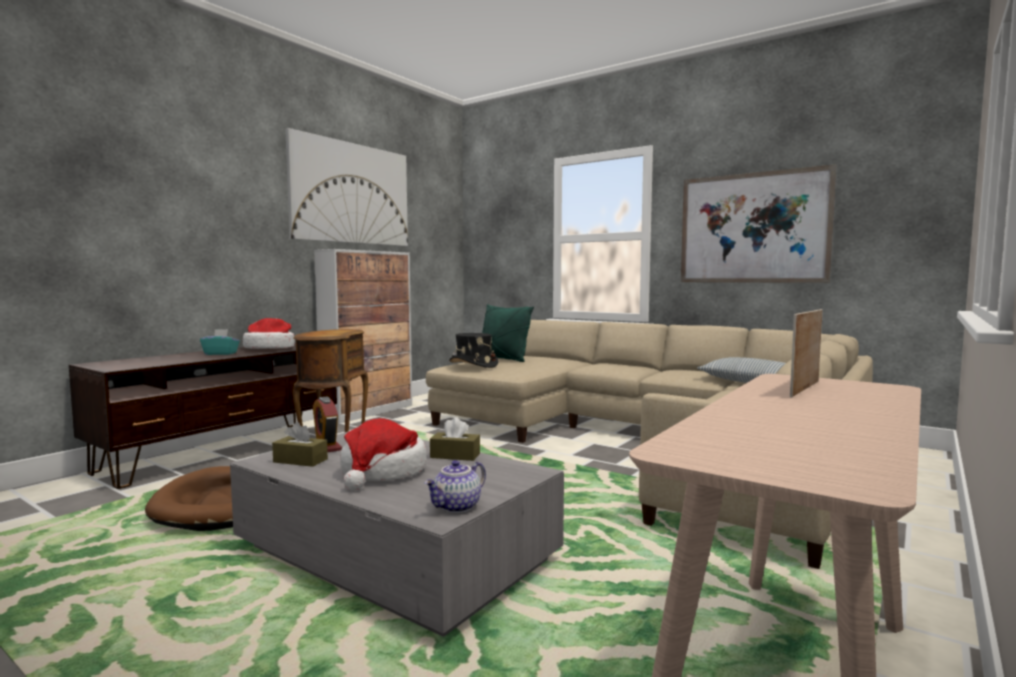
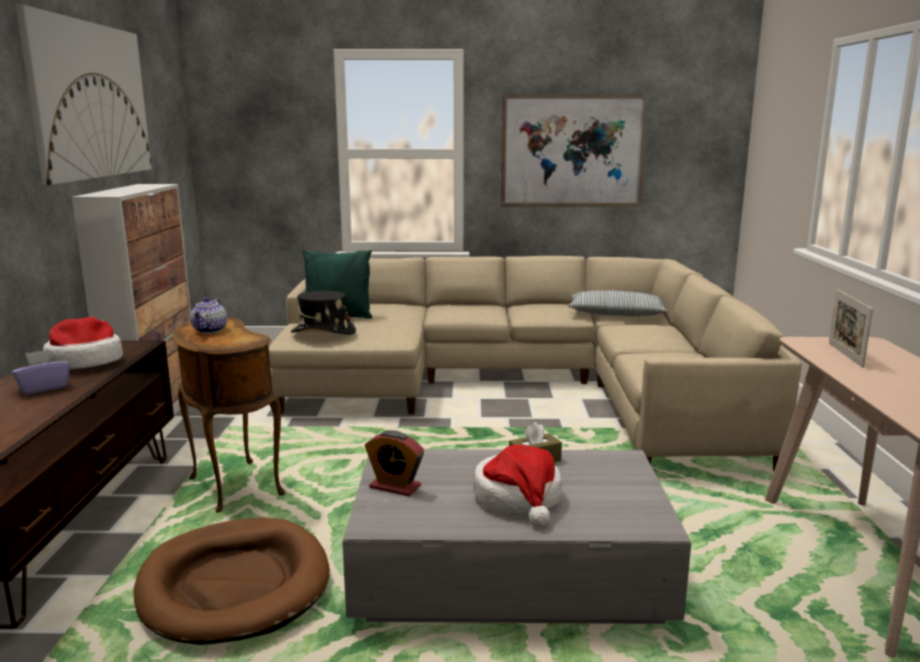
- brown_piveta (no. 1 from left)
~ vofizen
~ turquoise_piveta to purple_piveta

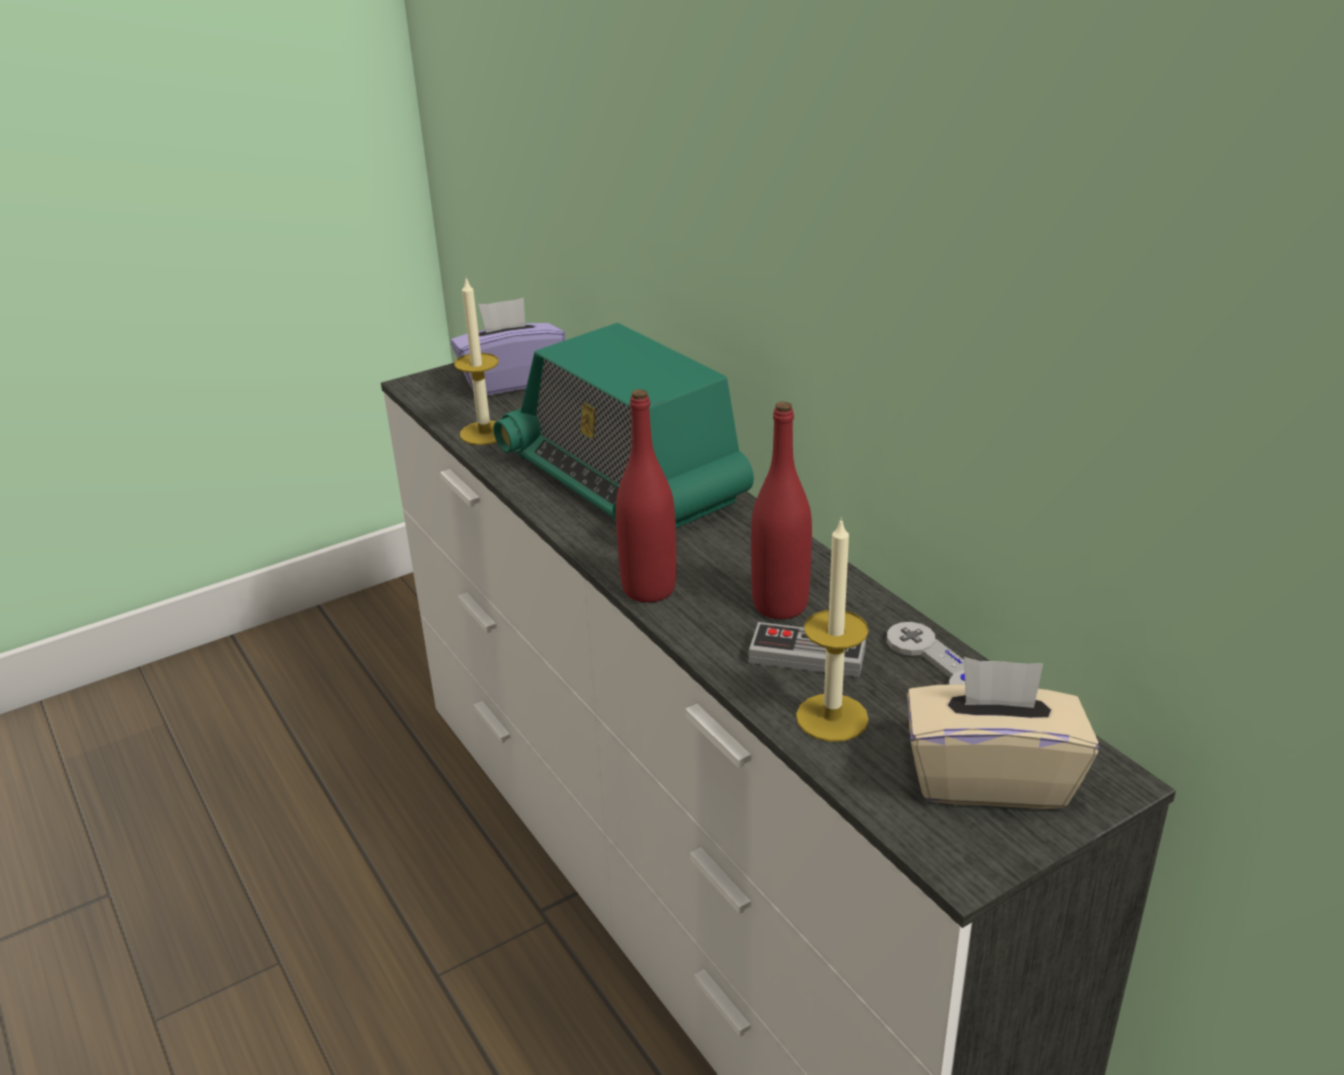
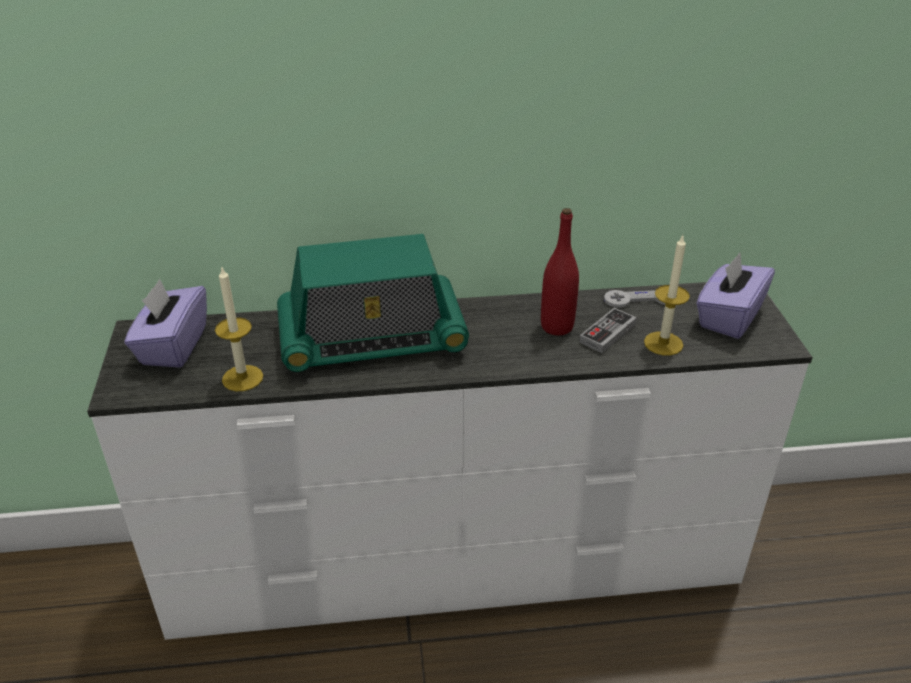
- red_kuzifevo (no. 1 from left)
~ beige_piveta to purple_piveta (no. 2 from left)

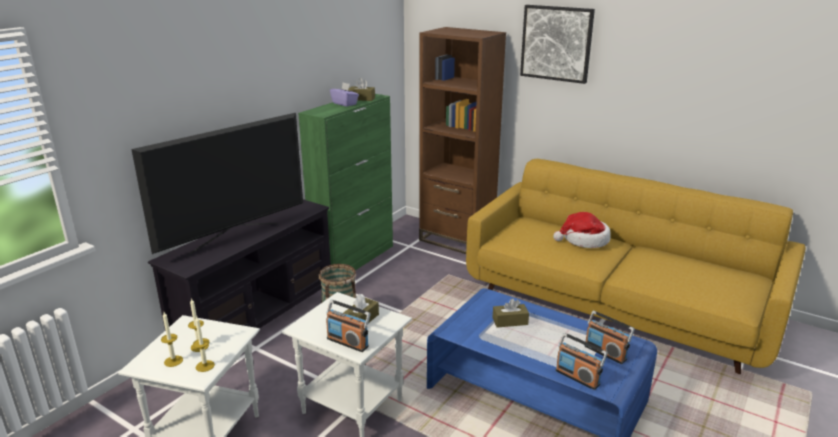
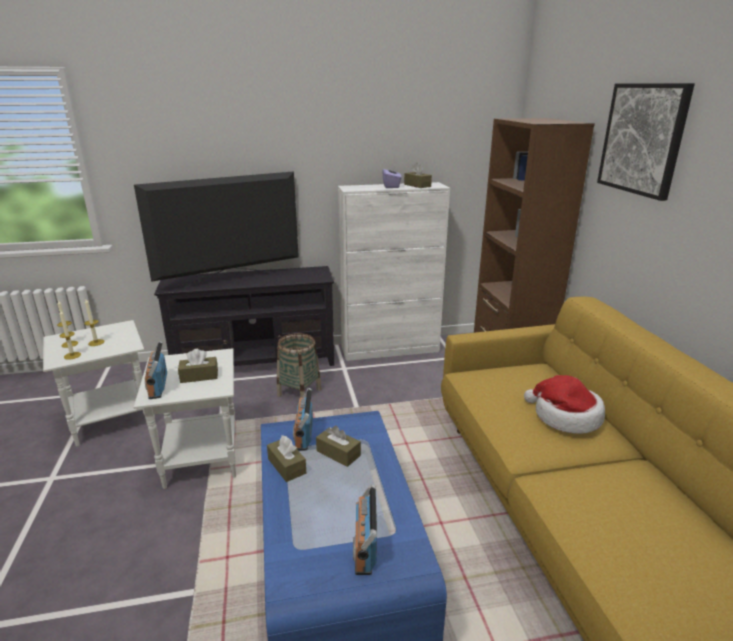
+ brown_piveta (no. 2 from left)
~ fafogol (no. 2 from left)
~ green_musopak to white_musopak
~ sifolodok 150 degrees clockwise

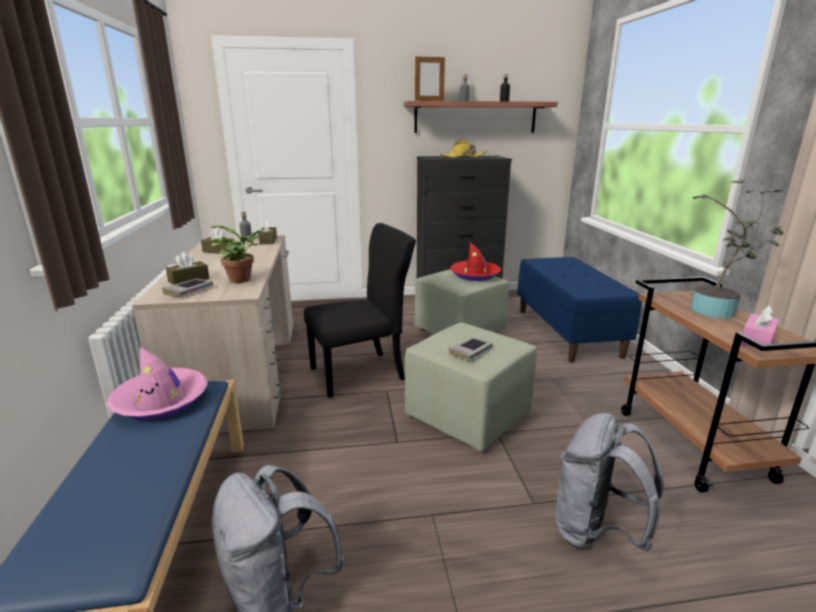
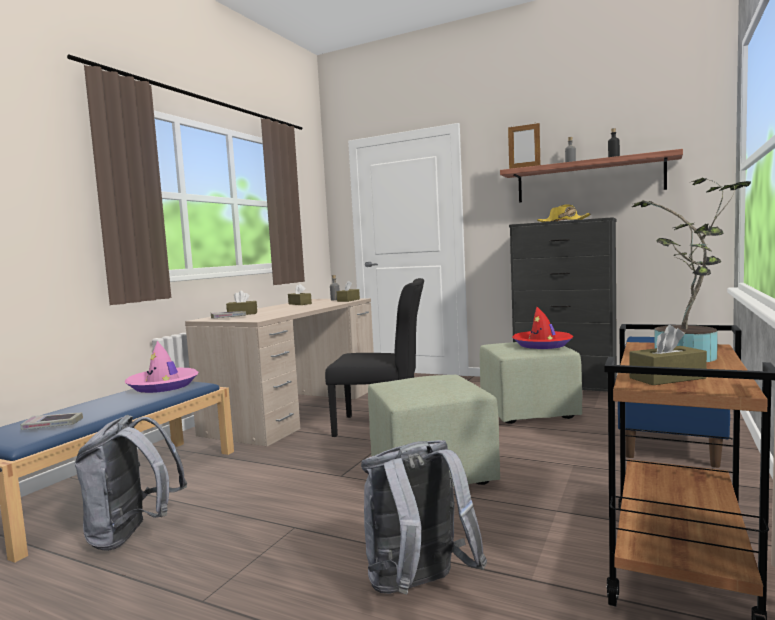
- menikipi (no. 1 from left)
~ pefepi (no. 2 from left in the first image) to pefepi (no. 1 from left)
~ pink_piveta to brown_piveta (no. 4 from left)

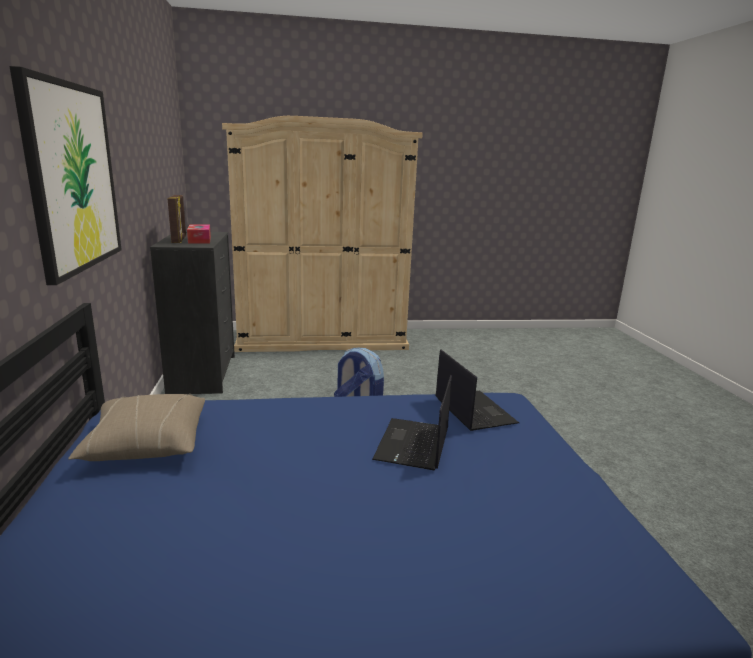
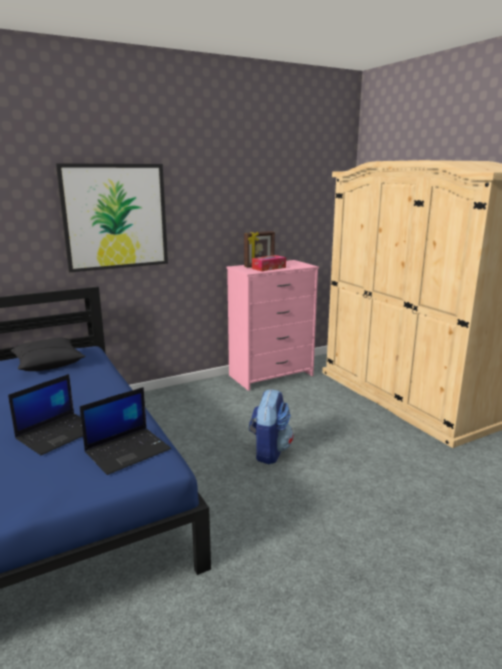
~ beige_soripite to black_soripite
~ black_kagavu to pink_kagavu
~ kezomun (no. 1 from left) 135 degrees clockwise

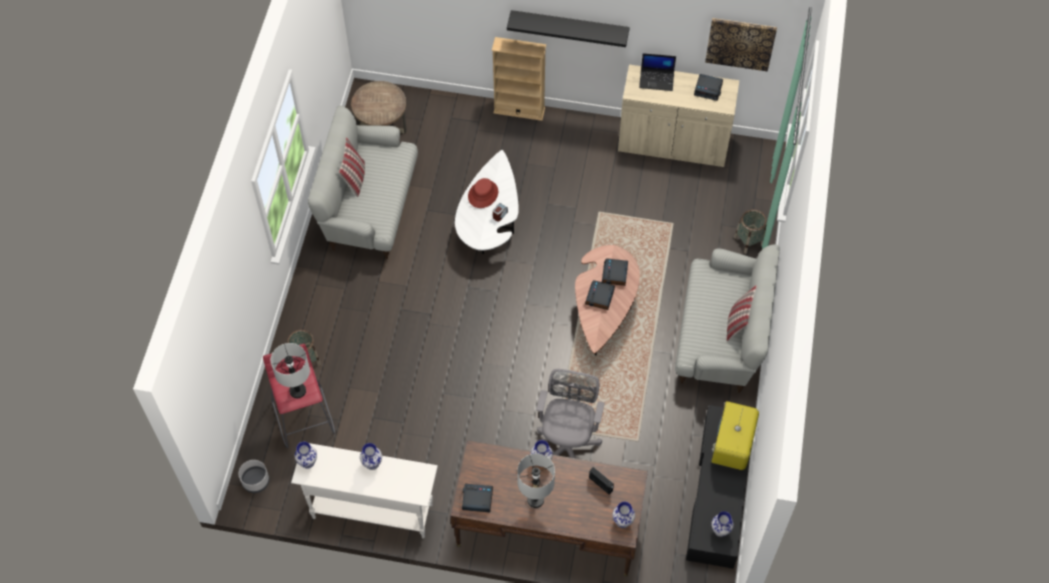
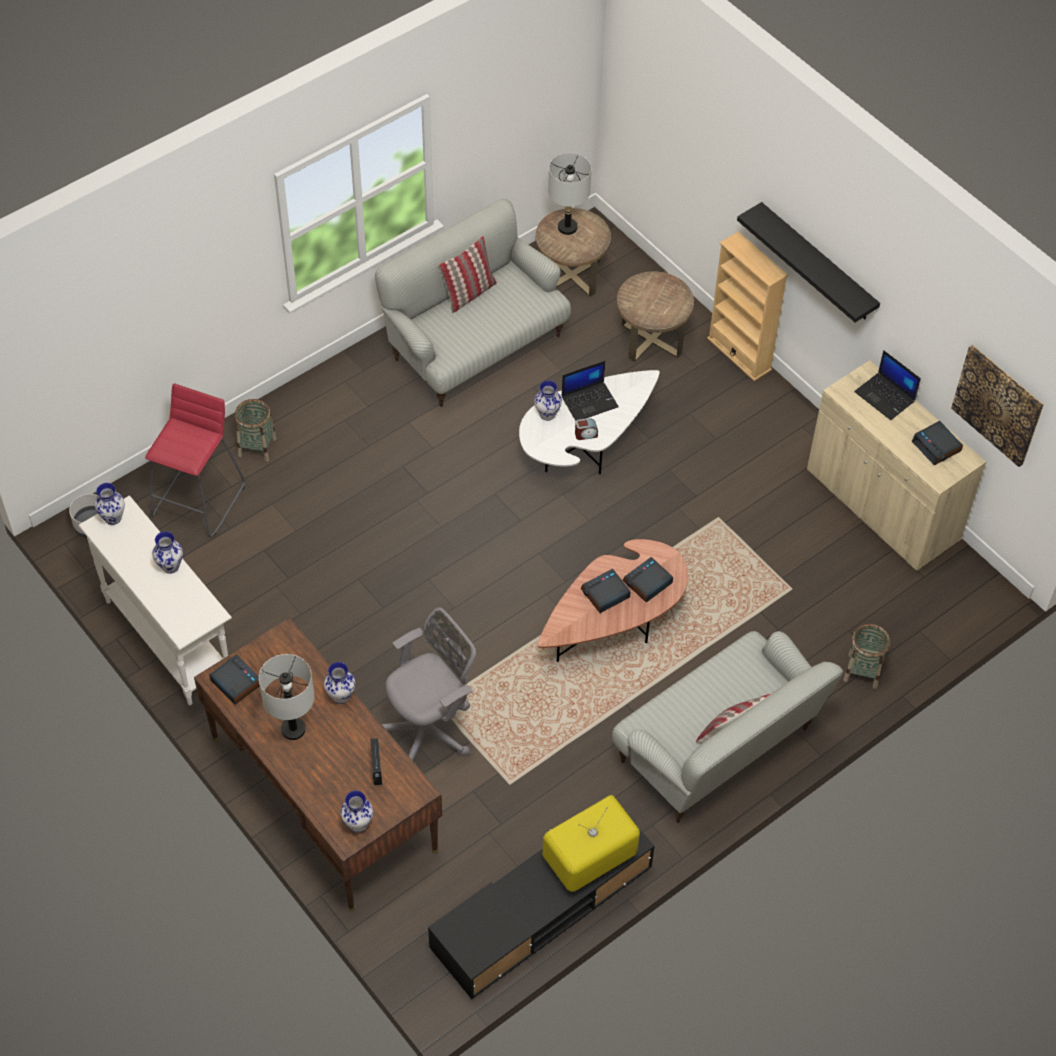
+ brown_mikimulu (no. 2 from left)
~ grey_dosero (no. 1 from left in the first image) to grey_dosero (no. 2 from left)
~ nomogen (no. 5 from left)
~ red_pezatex to kezomun (no. 1 from left)

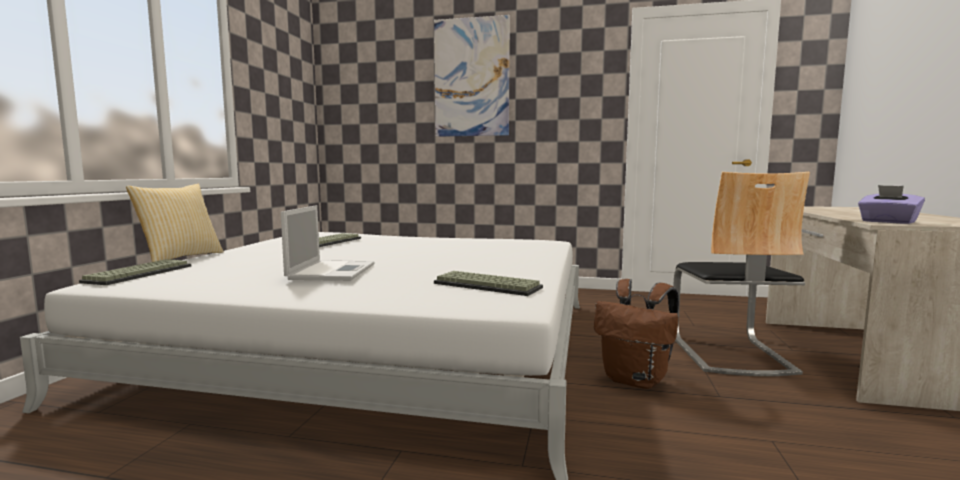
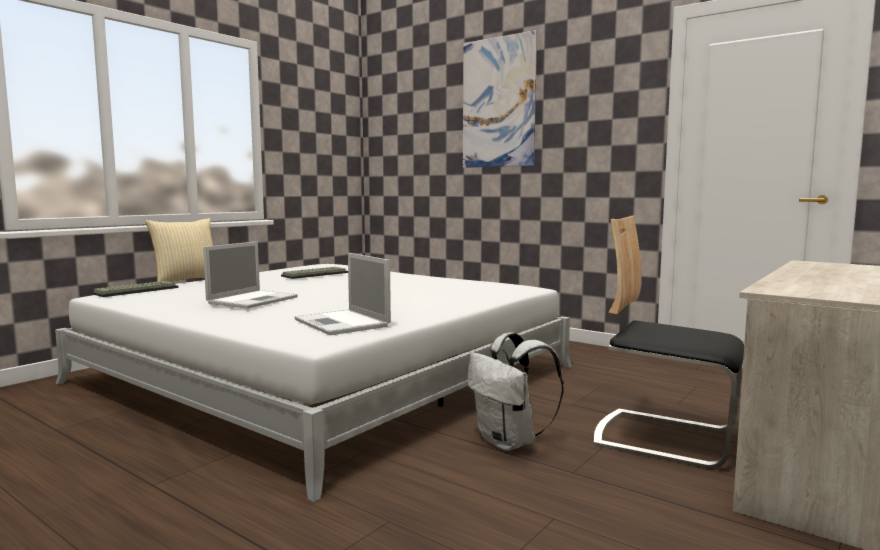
- purple_piveta
~ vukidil (no. 3 from left) to kezomun (no. 2 from left)
~ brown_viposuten to white_viposuten
~ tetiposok 90 degrees clockwise

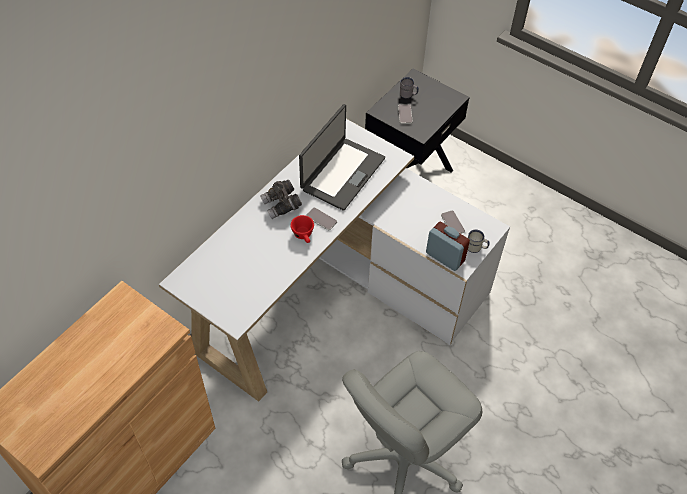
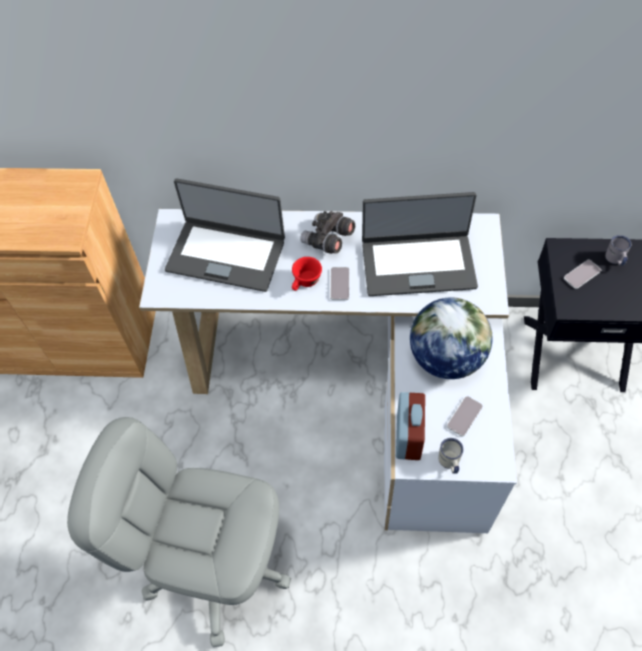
+ kezomun (no. 1 from left)
+ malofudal

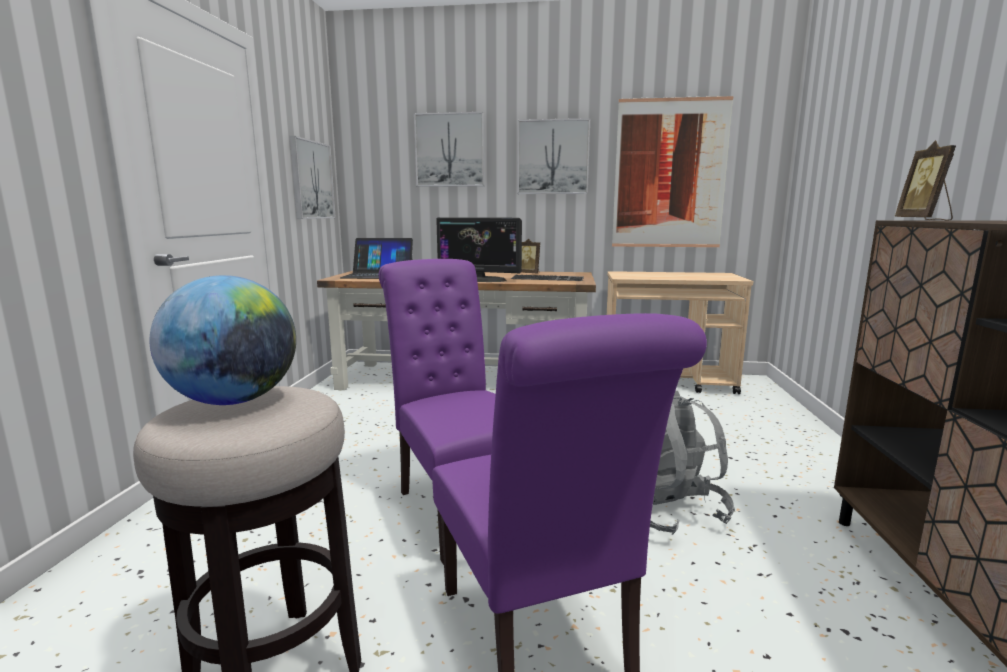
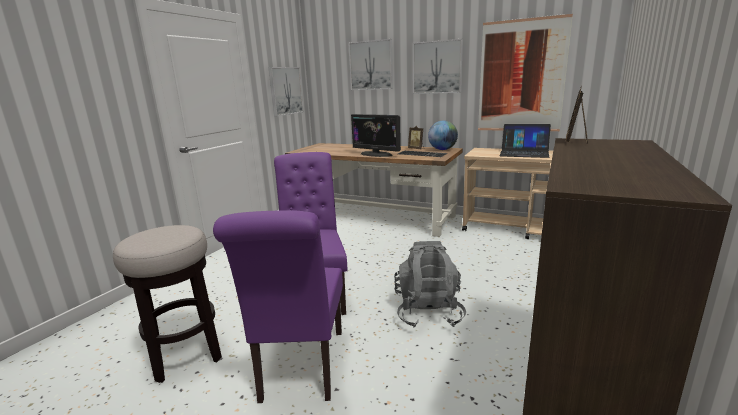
~ malofudal
~ kezomun

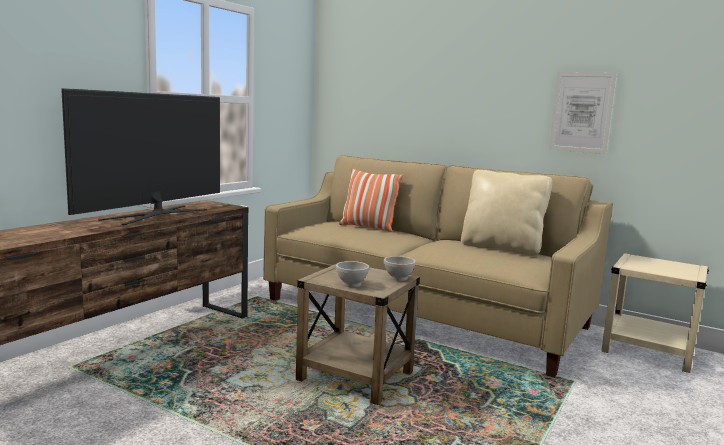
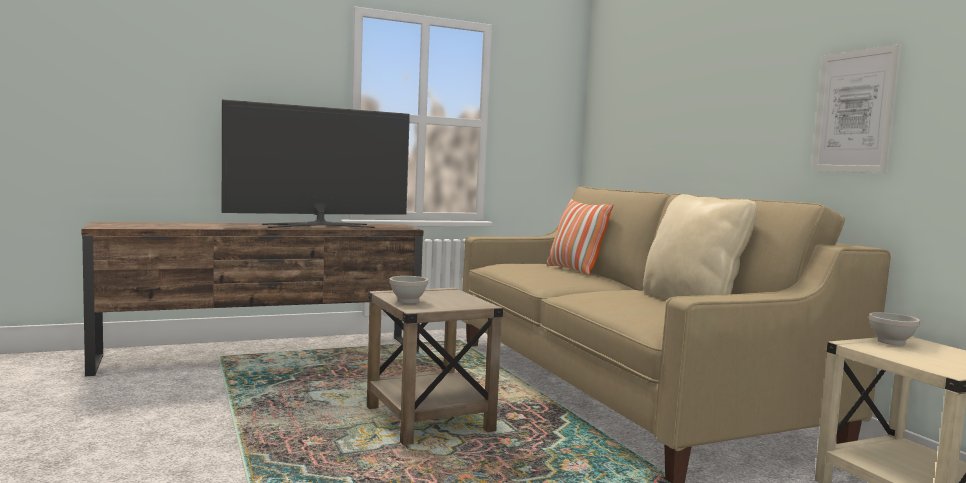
~ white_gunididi (no. 2 from left)

